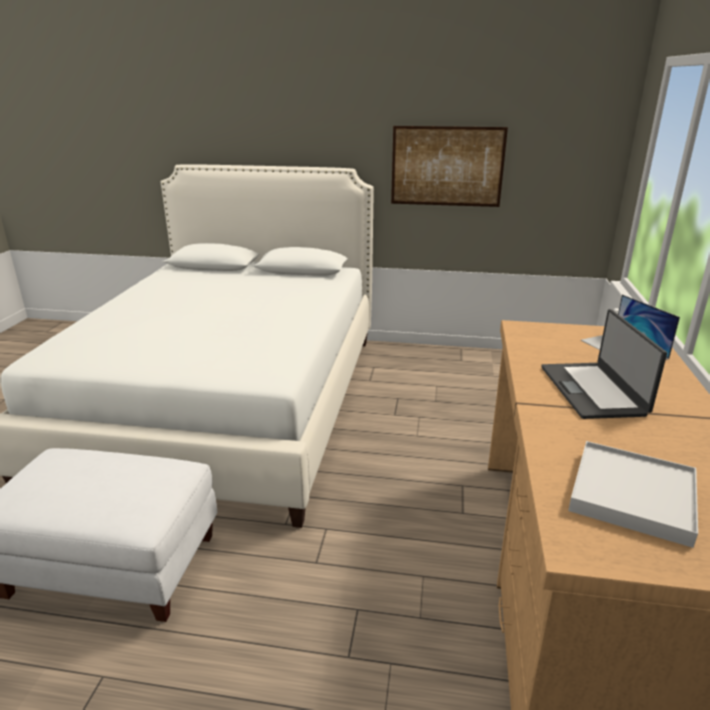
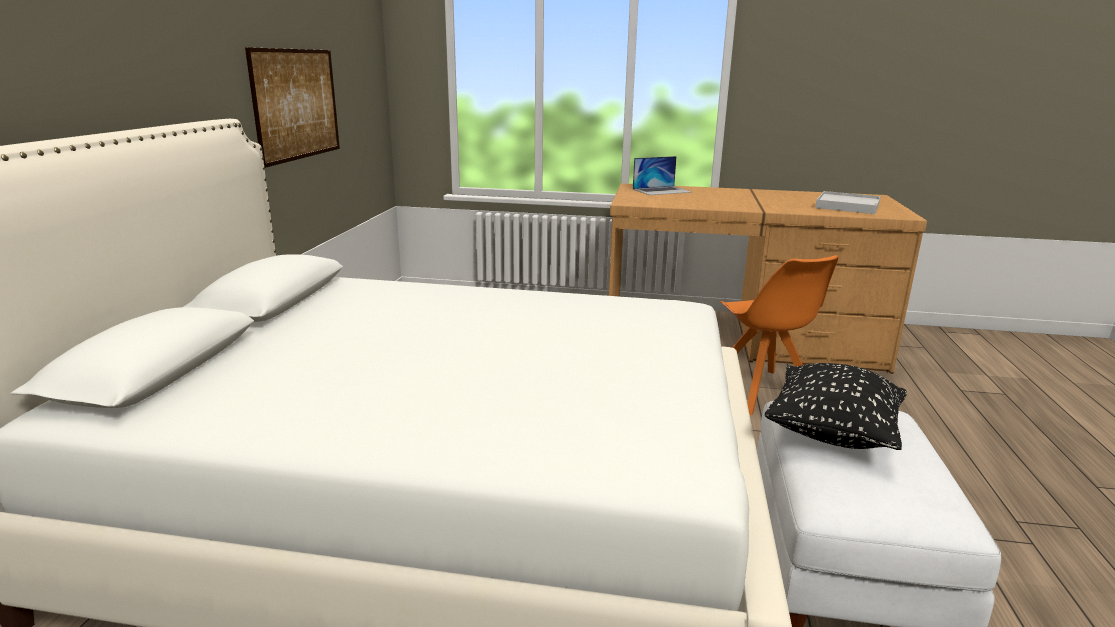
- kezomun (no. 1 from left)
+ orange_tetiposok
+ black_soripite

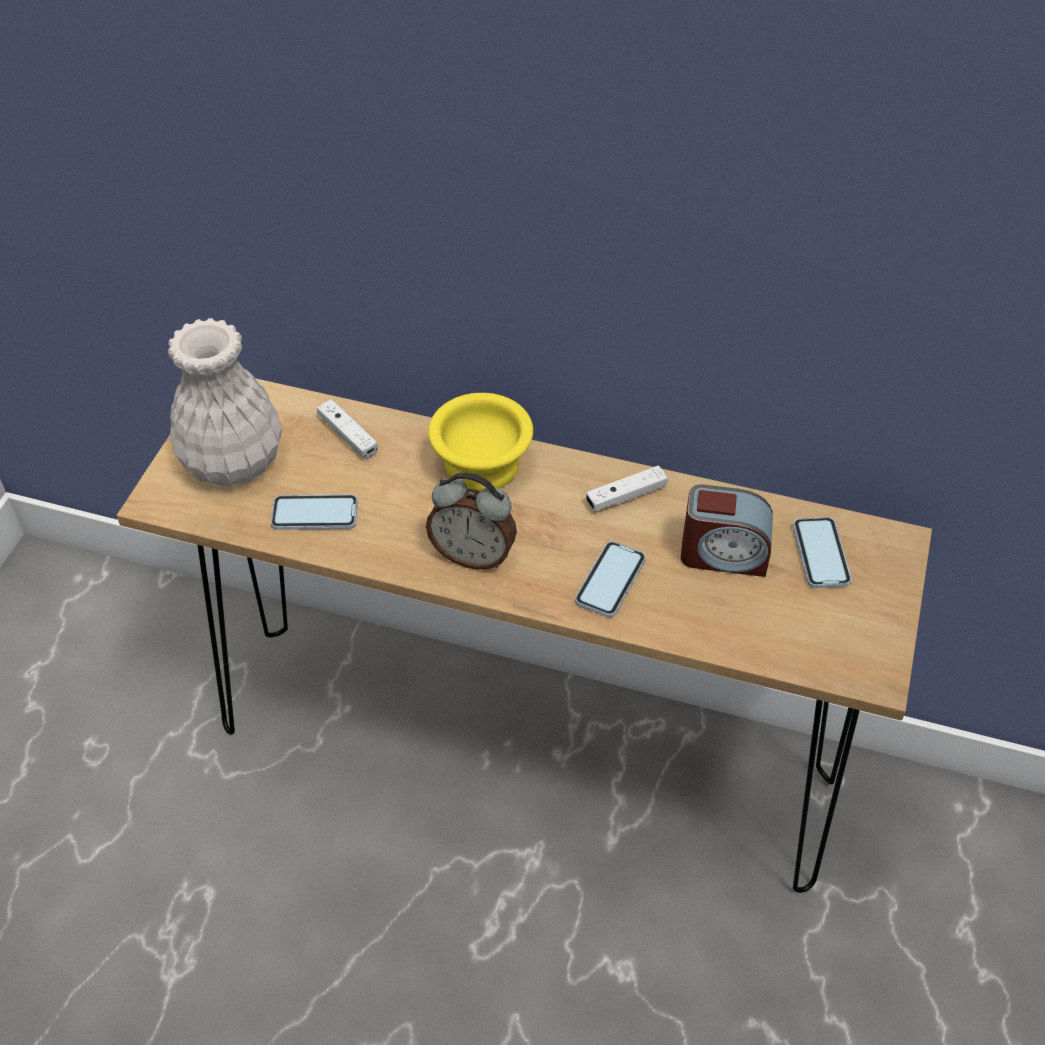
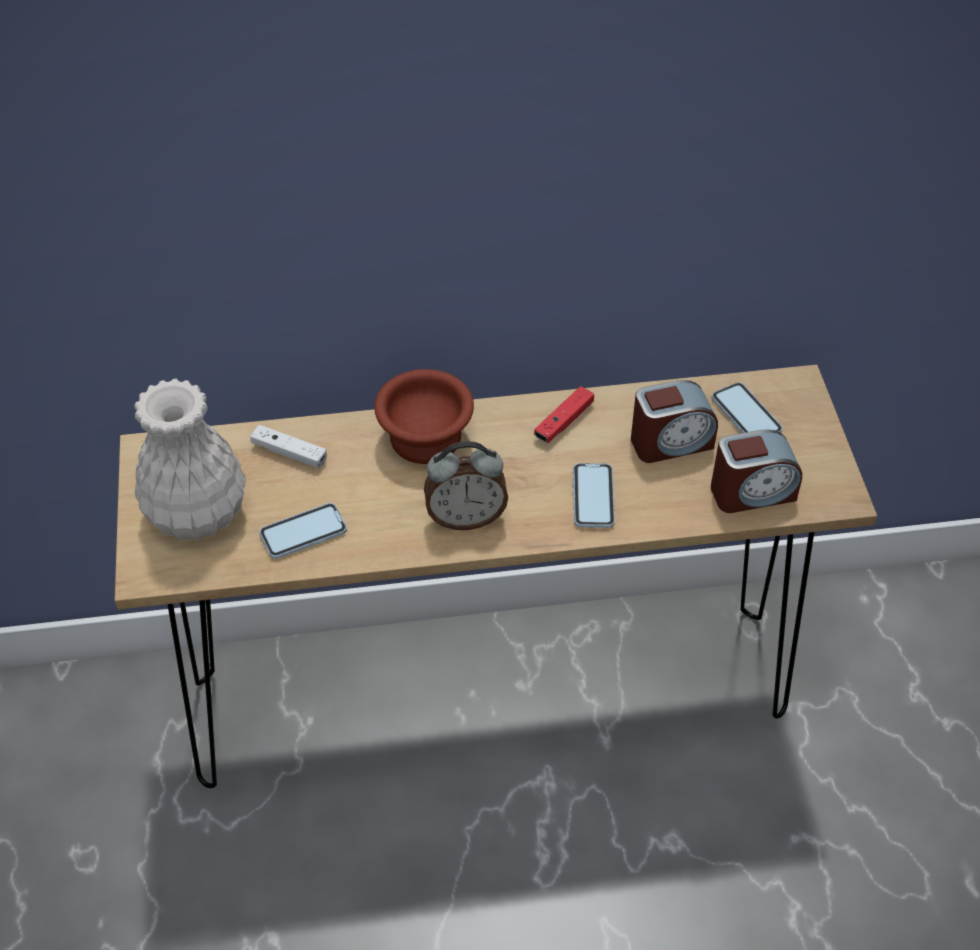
+ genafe (no. 3 from left)
~ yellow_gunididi to brown_gunididi
~ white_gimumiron (no. 2 from left) to red_gimumiron

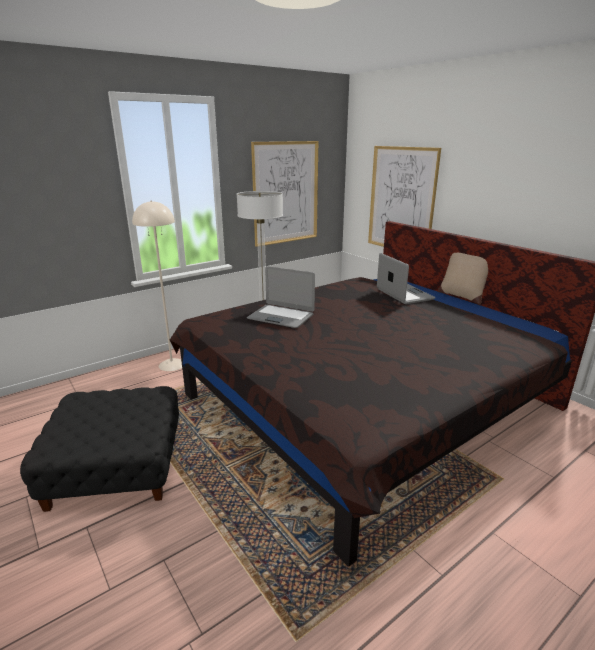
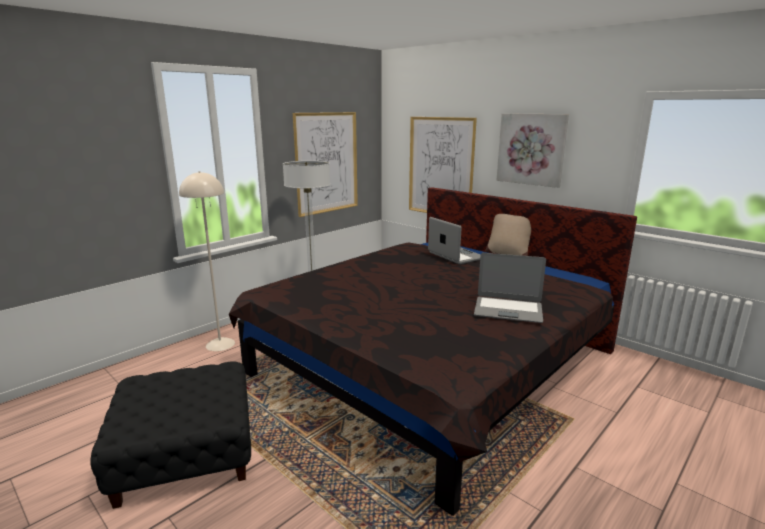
+ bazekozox (no. 3 from left)
~ kezomun (no. 1 from left in the first image) to kezomun (no. 2 from left)

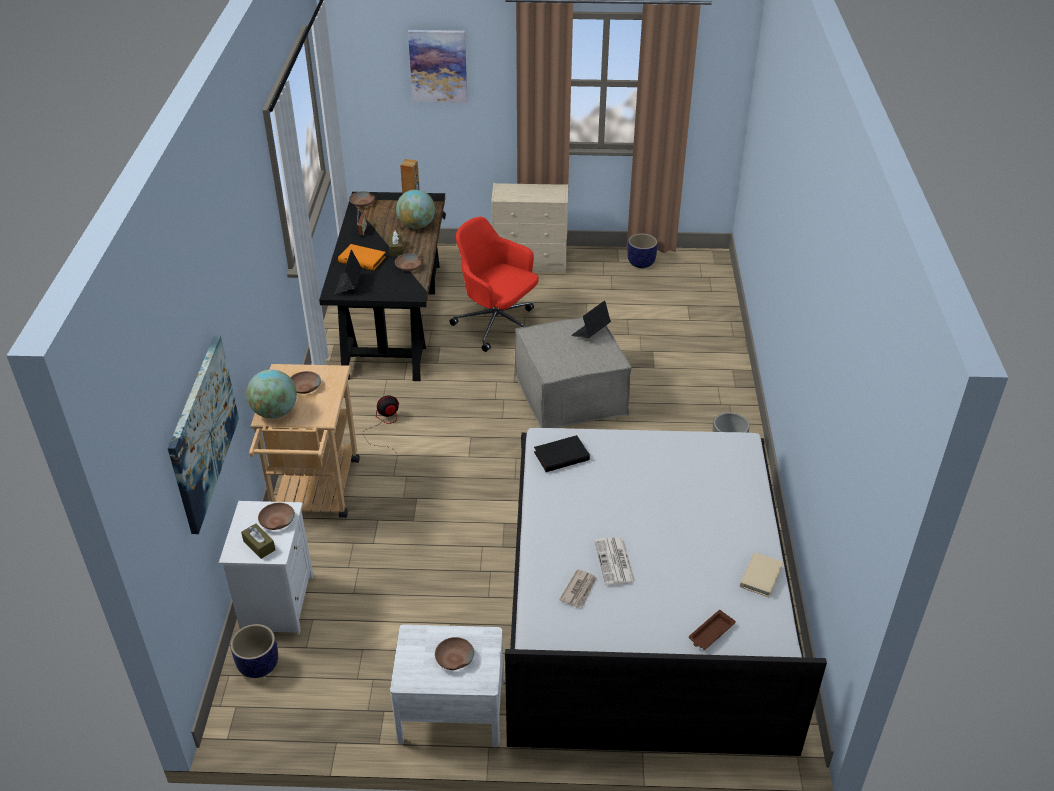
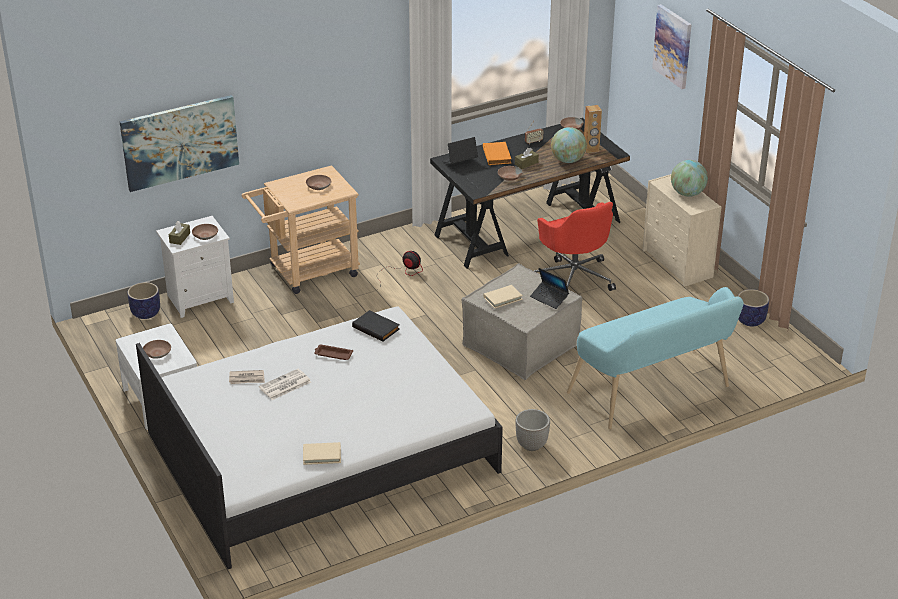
+ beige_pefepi (no. 2 from left)
+ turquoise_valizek
~ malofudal (no. 1 from left in the first image) to malofudal (no. 2 from left)
~ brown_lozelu
~ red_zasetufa 150 degrees clockwise
~ kezomun (no. 2 from left) 150 degrees counterclockwise

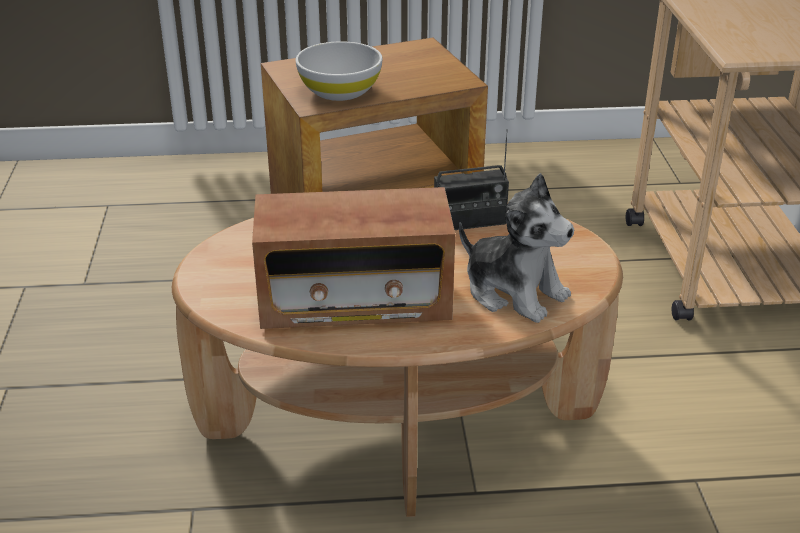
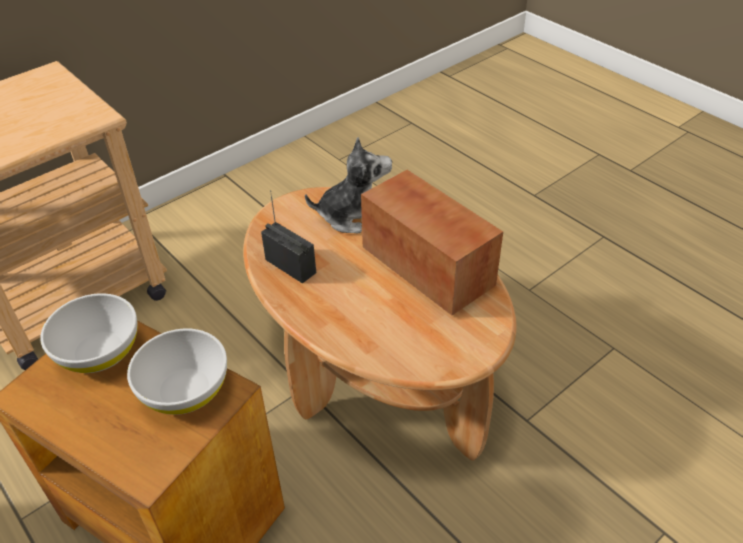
+ white_gunididi (no. 1 from left)
~ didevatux 75 degrees clockwise

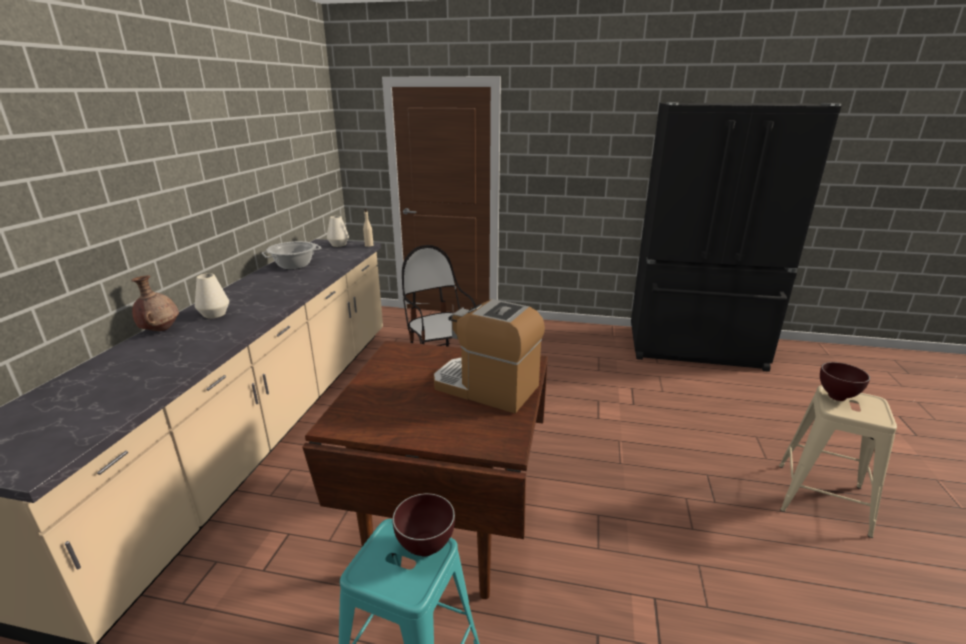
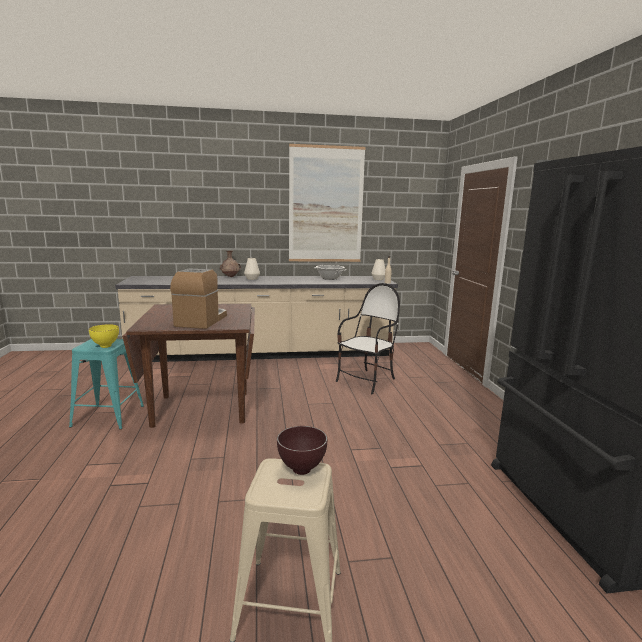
+ bazekozox
~ brown_gunididi (no. 1 from left) to yellow_gunididi

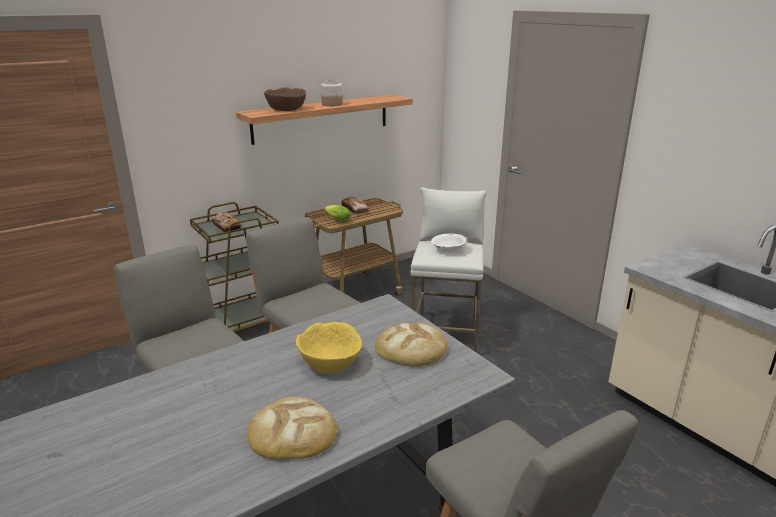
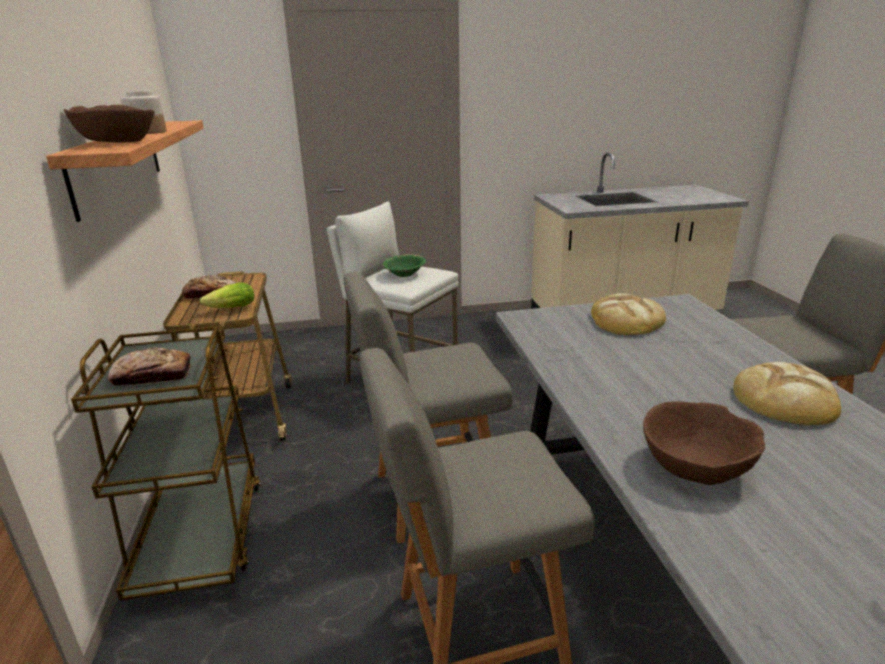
- yellow_gunididi
+ brown_gunididi (no. 2 from left)
~ white_gunididi to green_gunididi

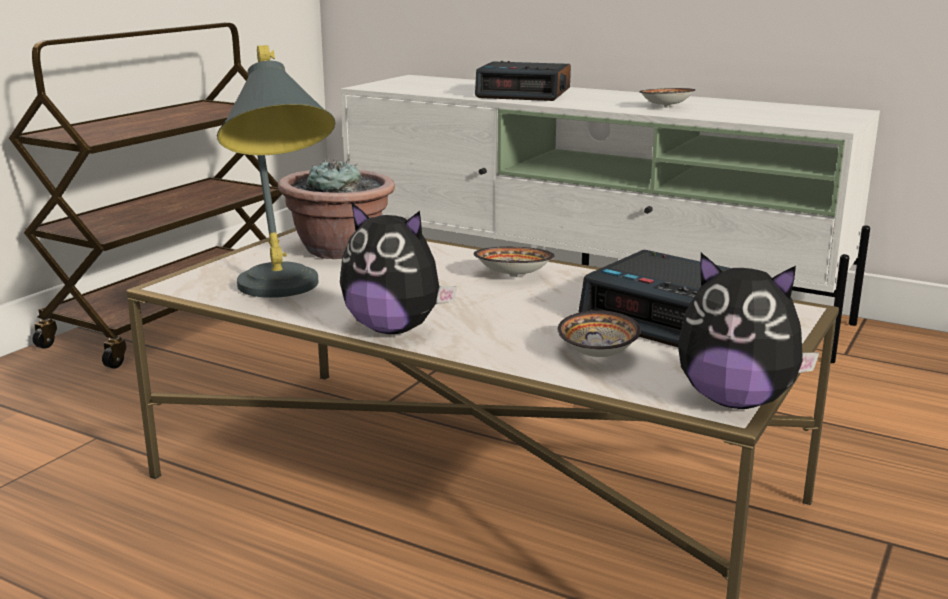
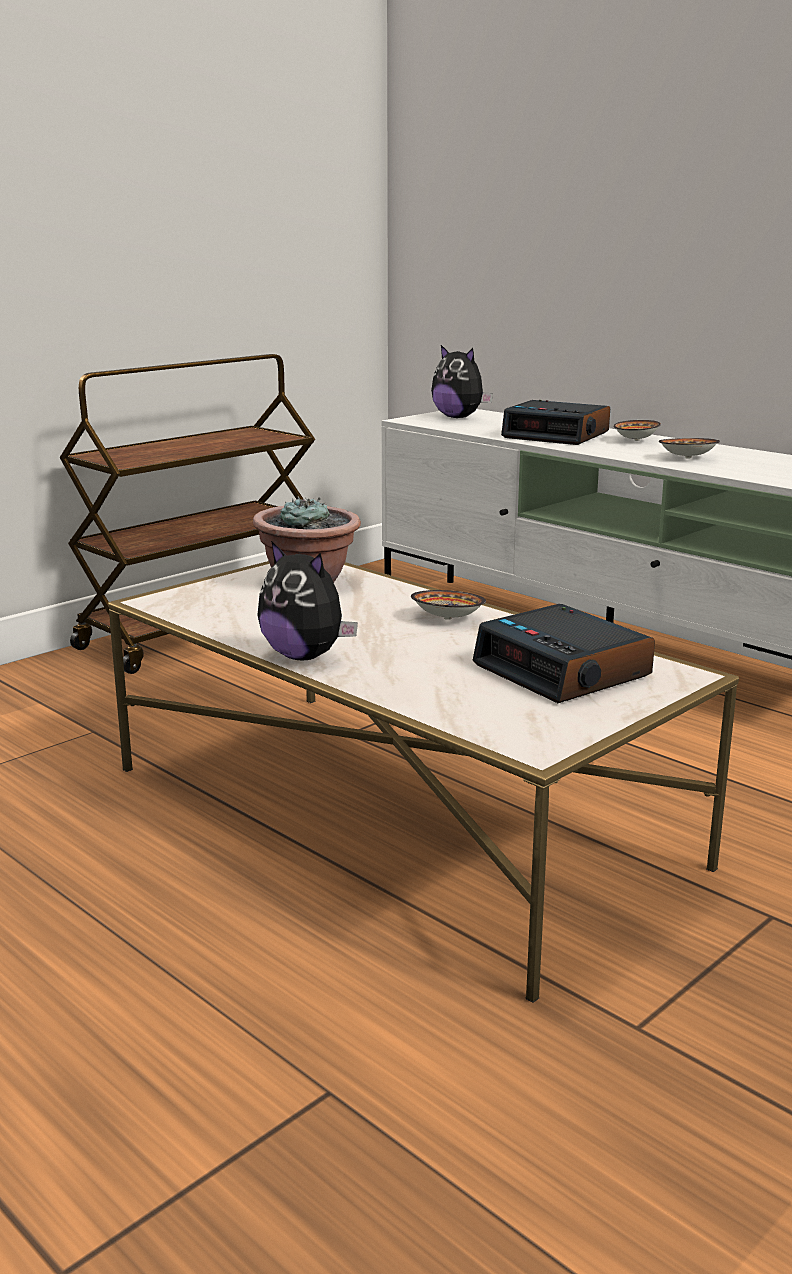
- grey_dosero
~ gunididi (no. 2 from left)
~ didevatux (no. 2 from left)

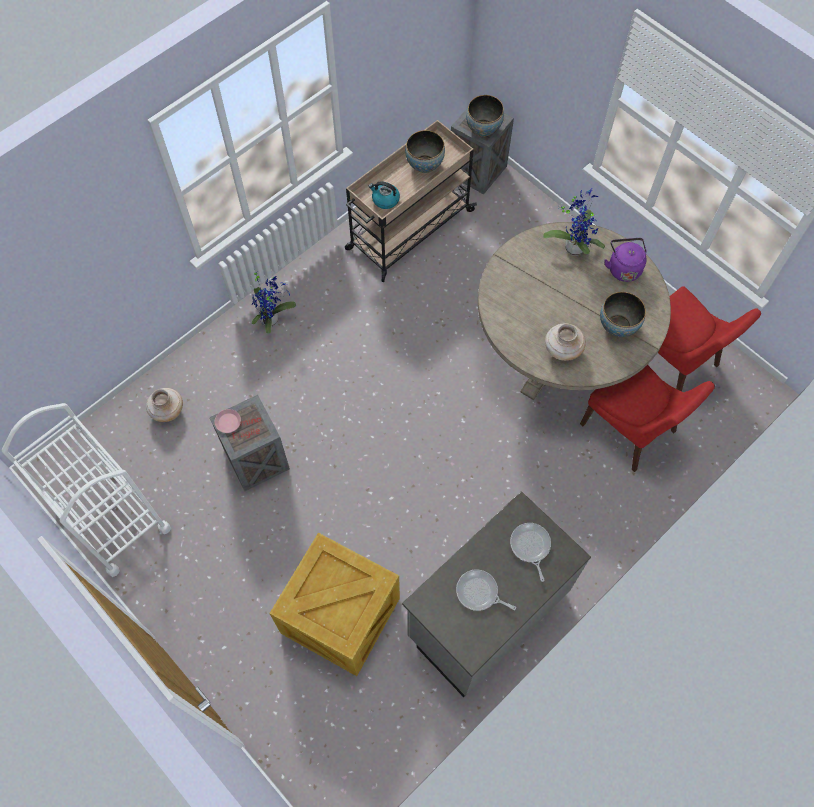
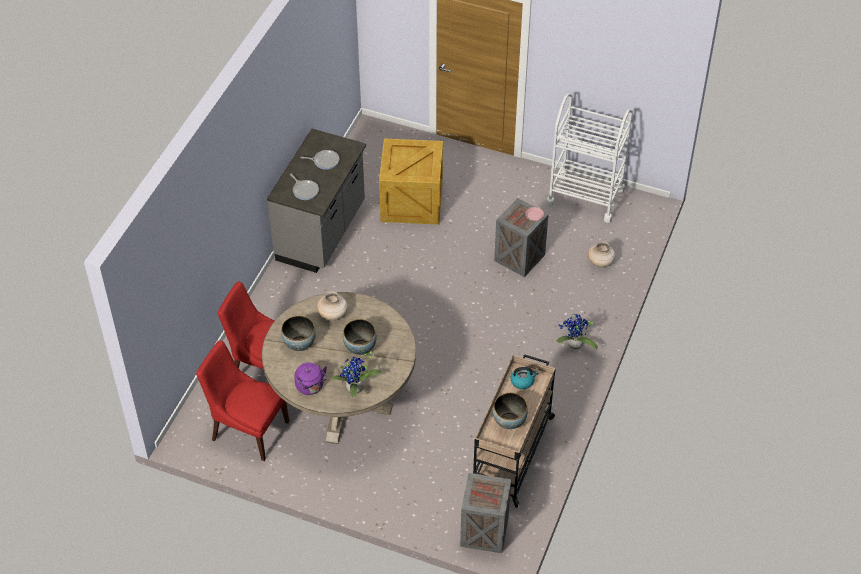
~ gunididi (no. 2 from left)

